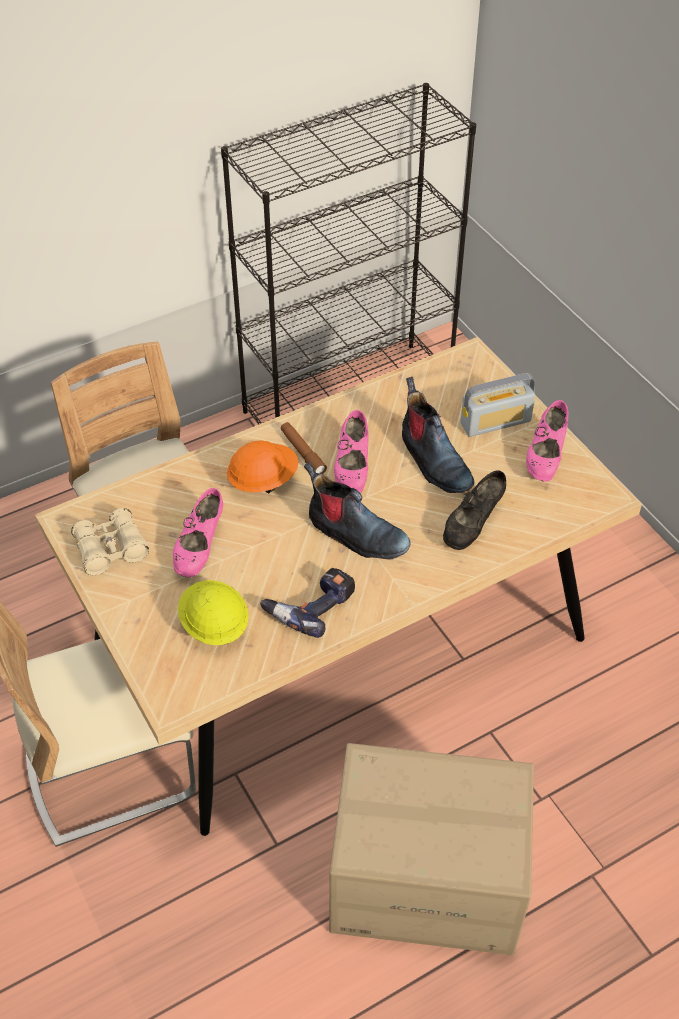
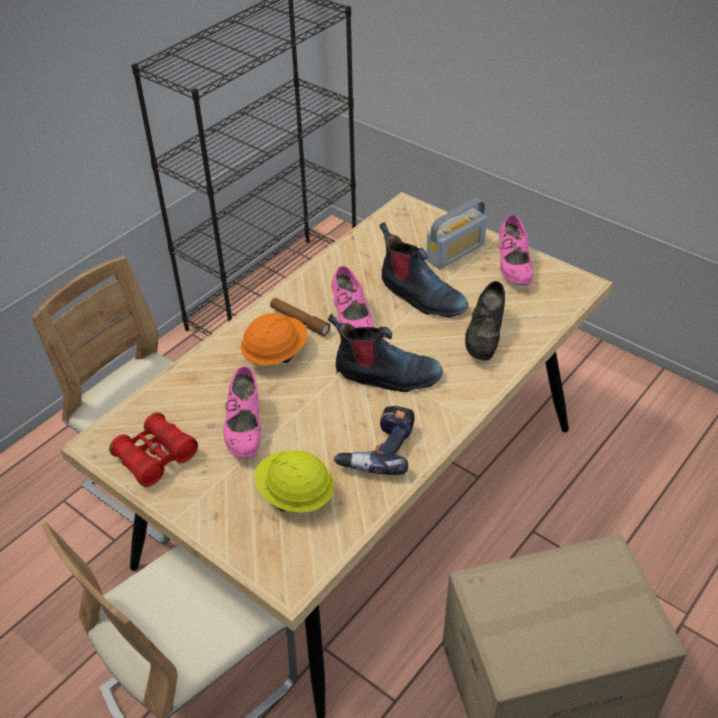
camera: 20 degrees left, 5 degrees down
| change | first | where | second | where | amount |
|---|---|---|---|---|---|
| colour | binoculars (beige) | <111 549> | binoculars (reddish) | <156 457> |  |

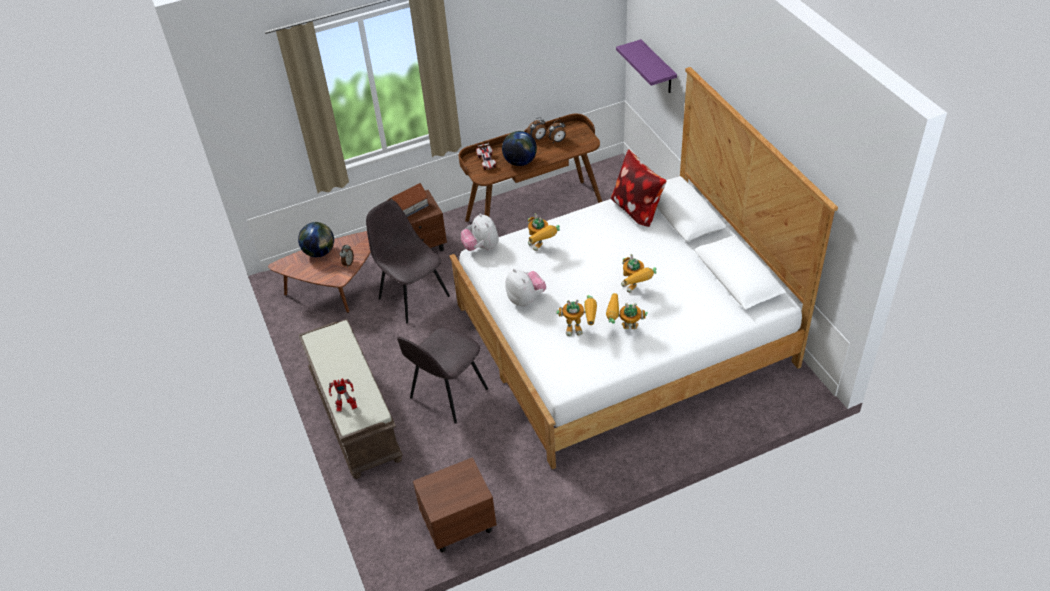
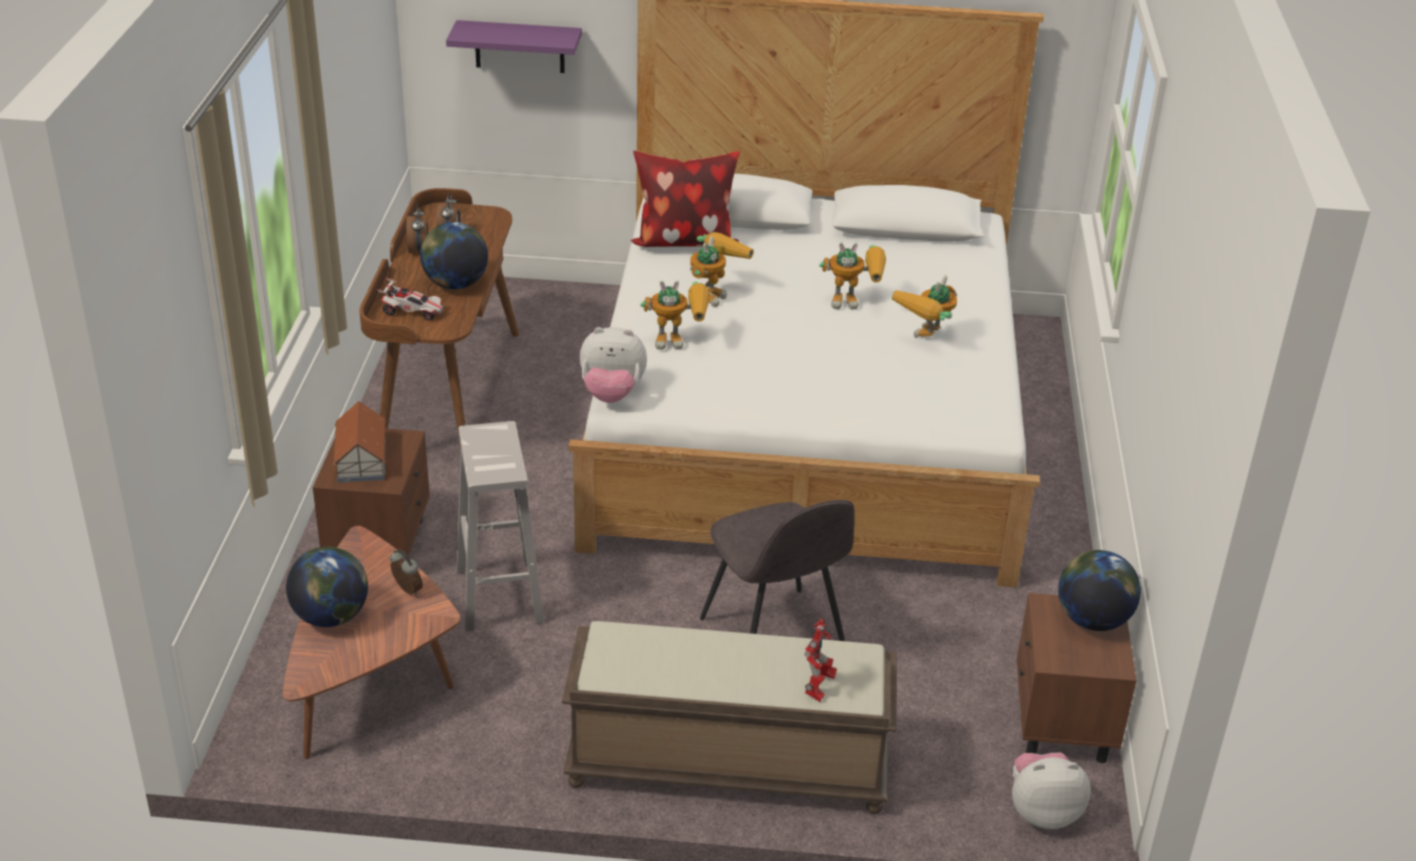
camera: 65 degrees left, 10 degrees down
| change | first | where | second | where | amount |
|---|---|---|---|---|---|
| exchanged | chair (grey) | <413 296> | stool (white) | <498 594> |  |
| relocated | soft toy | <526 299> |  | <1042 812> |  |
| relocated | toy robot | <580 328> |  | <714 293> |  |
| appeared |  |  | desk globe | <1092 620> |  |

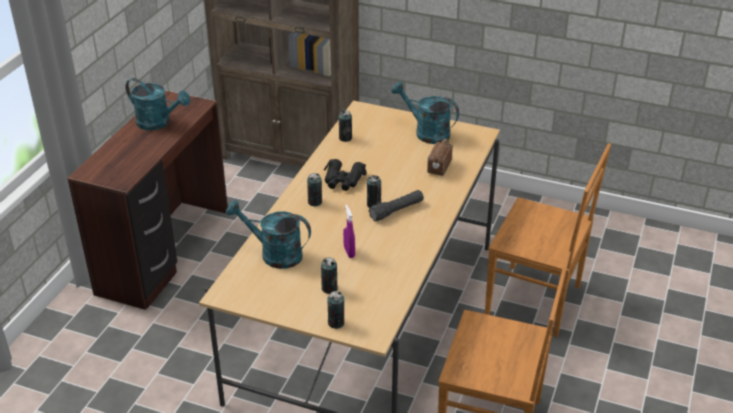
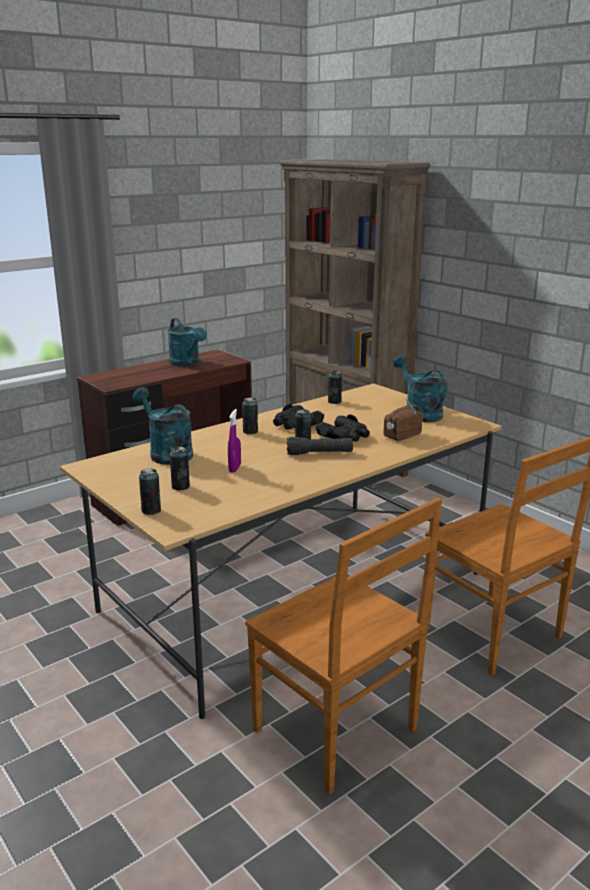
camera: 30 degrees right, 15 degrees down
| change | first | where | second | where | amount |
|---|---|---|---|---|---|
| appeared |  |  | binoculars (black) | <345 436> |  |

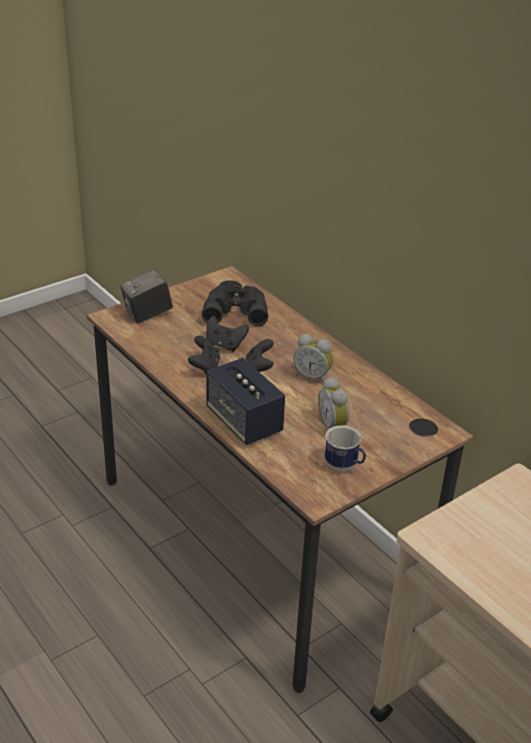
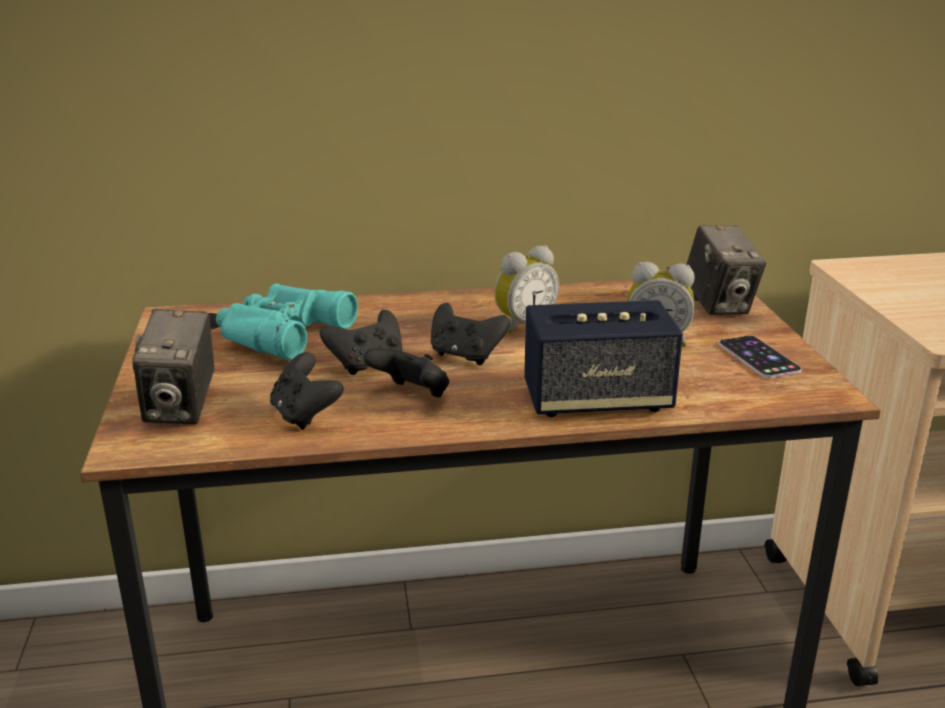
camera: 60 degrees left, 10 degrees down
| change | first | where | second | where | amount |
|---|---|---|---|---|---|
| colour | binoculars (black) | <235 310> | binoculars (blue-green) | <278 332> |  |
| exchanged | mug | <344 467> | telephone | <758 357> |  |
| appeared |  |  | still camera | <719 305> |  |
| appeared |  |  | gamepad (black) | <305 415> |  |

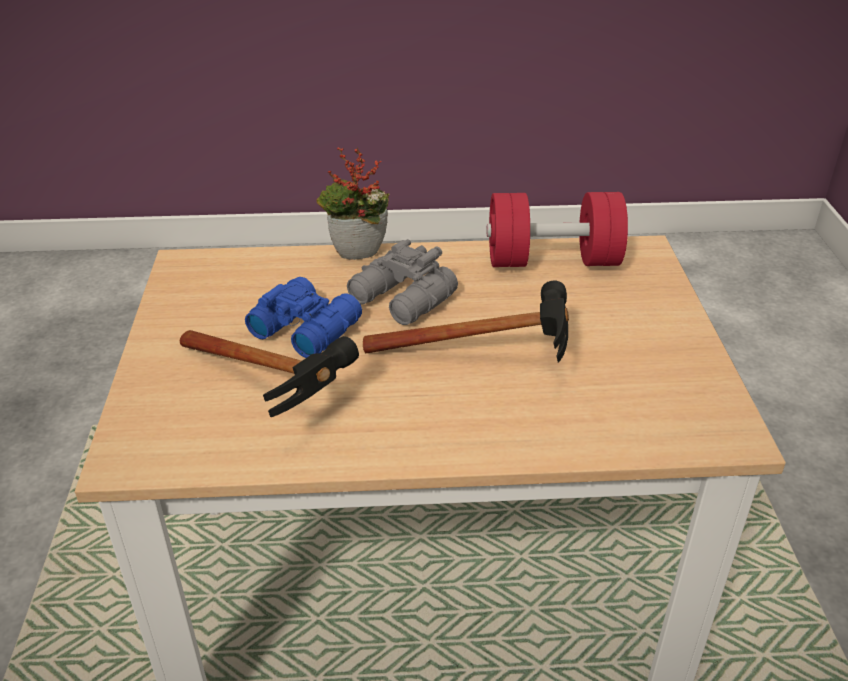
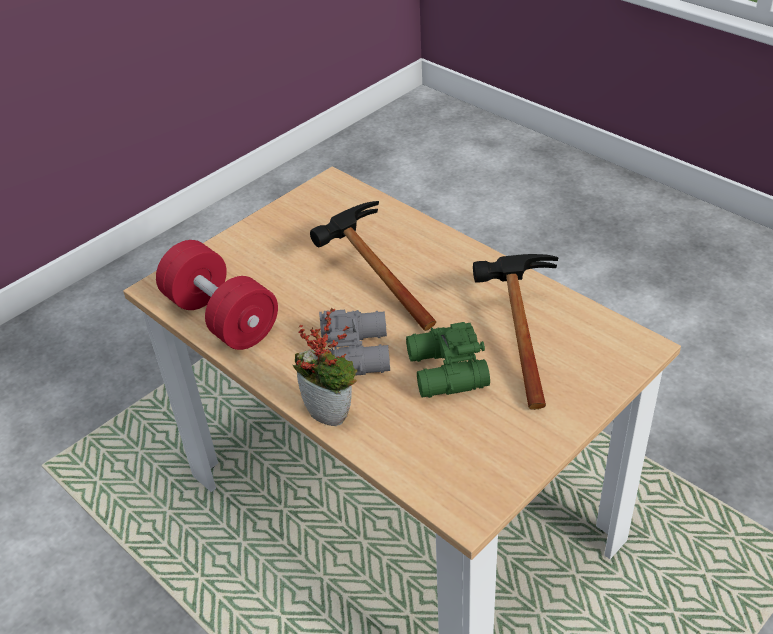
camera: 130 degrees left, 5 degrees up
| change | first | where | second | where | amount |
|---|---|---|---|---|---|
| colour | binoculars (blue) | <305 327> | binoculars (green-coloured) | <445 372> |  |

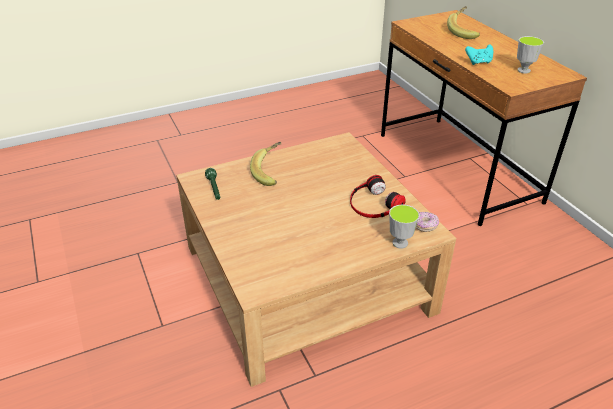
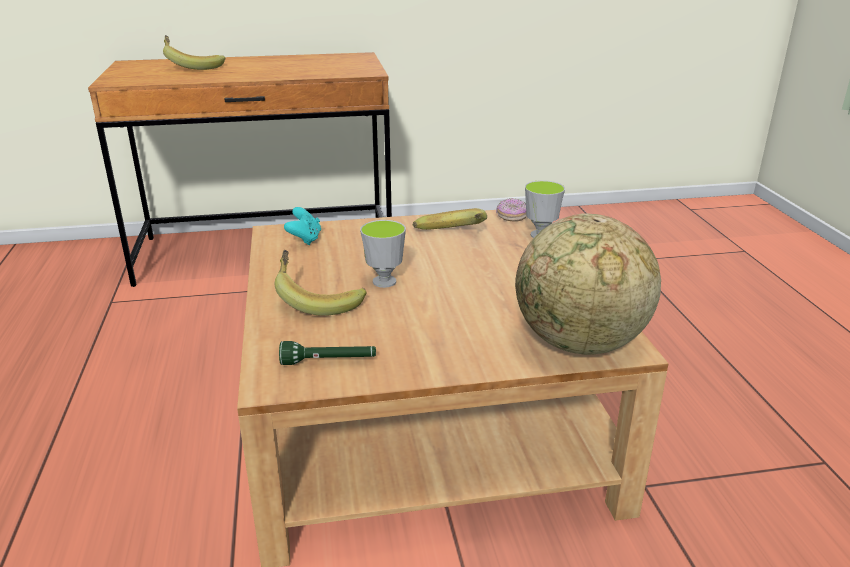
camera: 75 degrees left, 10 degrees down
| change | first | where | second | where | amount |
|---|---|---|---|---|---|
| relocated | cup | <523 70> |  | <384 282> |  |
| relocated | gamepad (blue-green) | <478 62> |  | <305 239> |  |
| exchanged | headset | <373 204> | banana | <451 237> |  |
| appeared |  |  | desk globe | <579 344> |  |

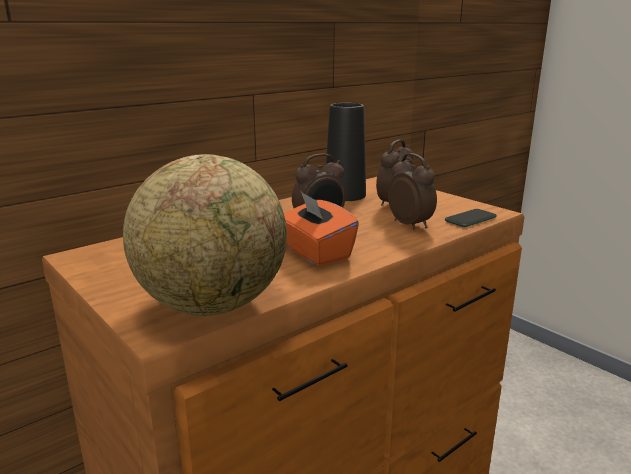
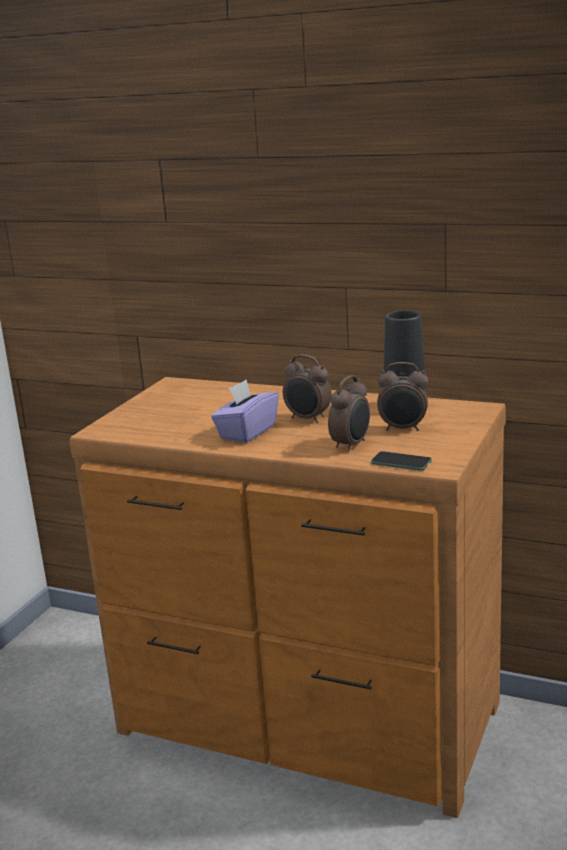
camera: 65 degrees right, 0 degrees up
| change | first | where | second | where | amount |
|---|---|---|---|---|---|
| missing | desk globe | <213 305> |  |  |  |
| colour | tissue box (orangey) | <315 253> | tissue box (purple-coloured) | <247 432> |  |

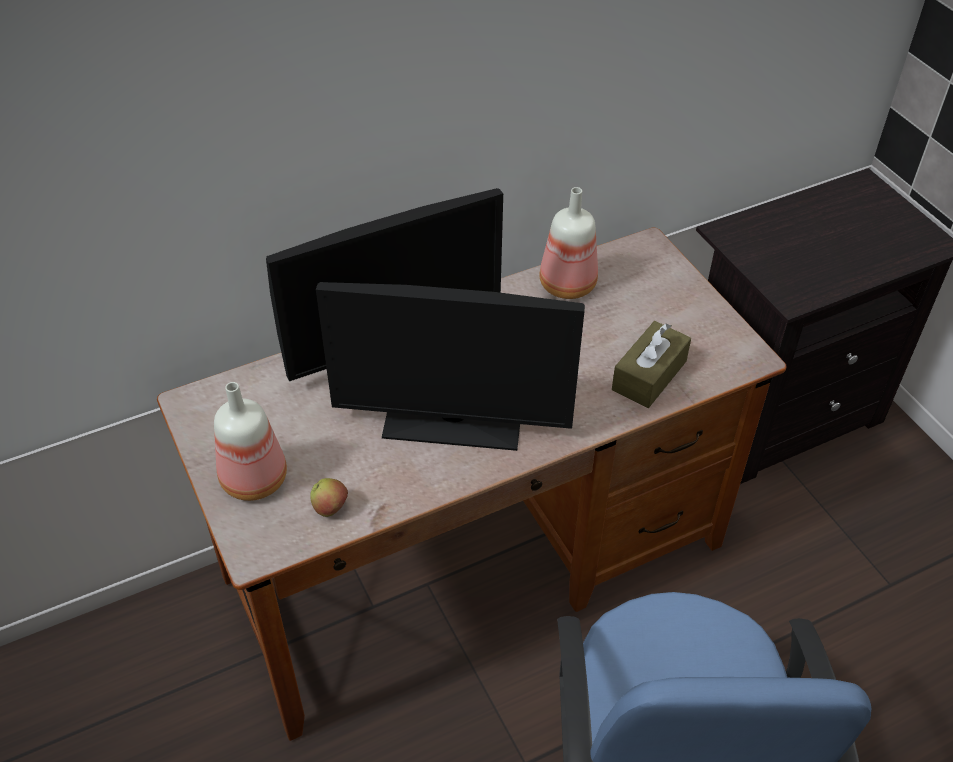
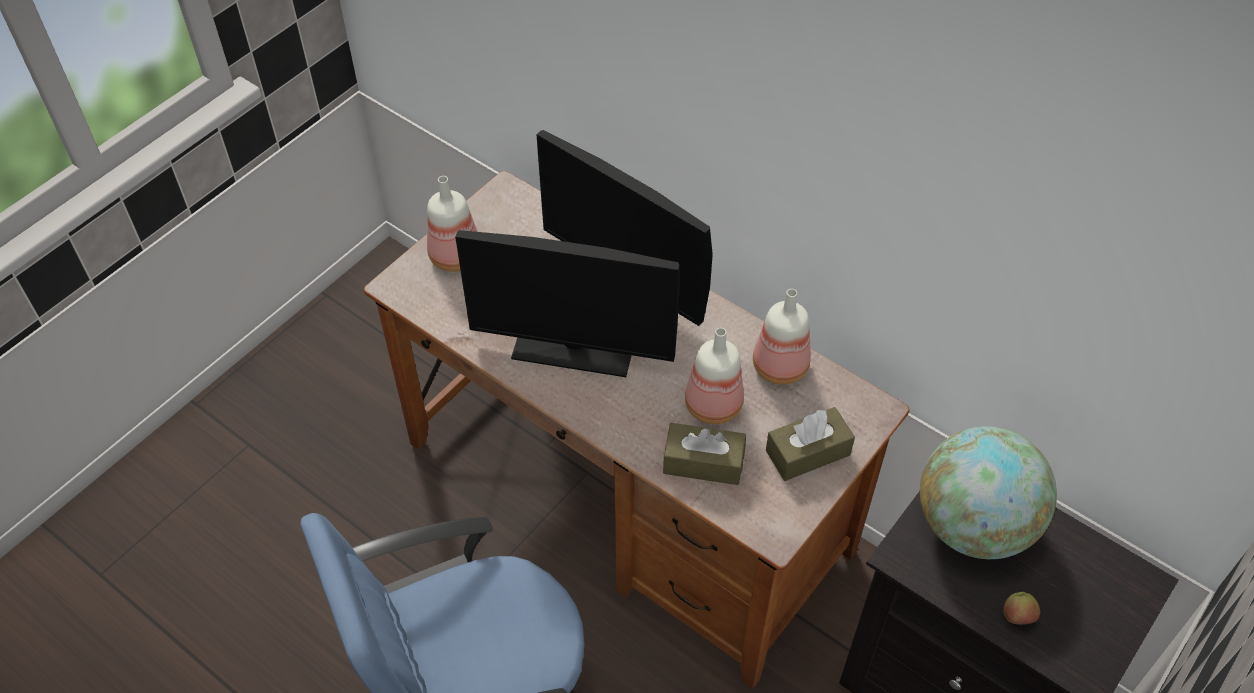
camera: 65 degrees right, 5 degrees up
| change | first | where | second | where | amount |
|---|---|---|---|---|---|
| spun | computer display | <453 421> |  | <574 347> | 60 degrees counterclockwise |
| relocated | whole apple | <330 508> |  | <1017 617> |  |
| appeared |  |  | bottle | <712 406> |  |
| appeared |  |  | tissue box (brownish) | <808 452> |  |
| appeared |  |  | desk globe | <973 525> |  |

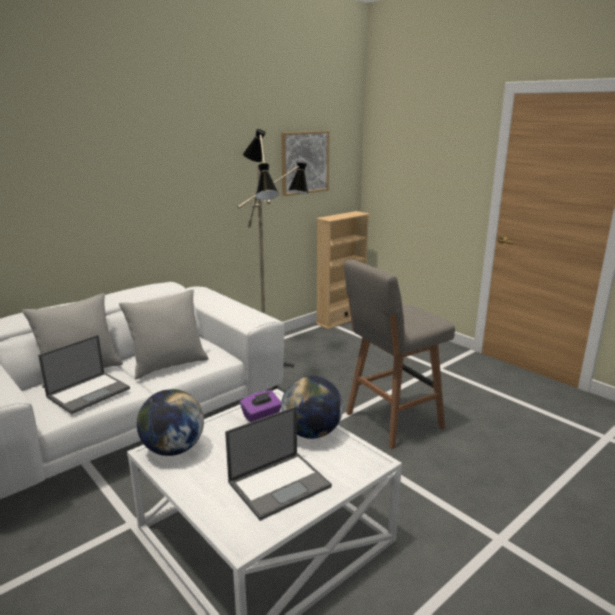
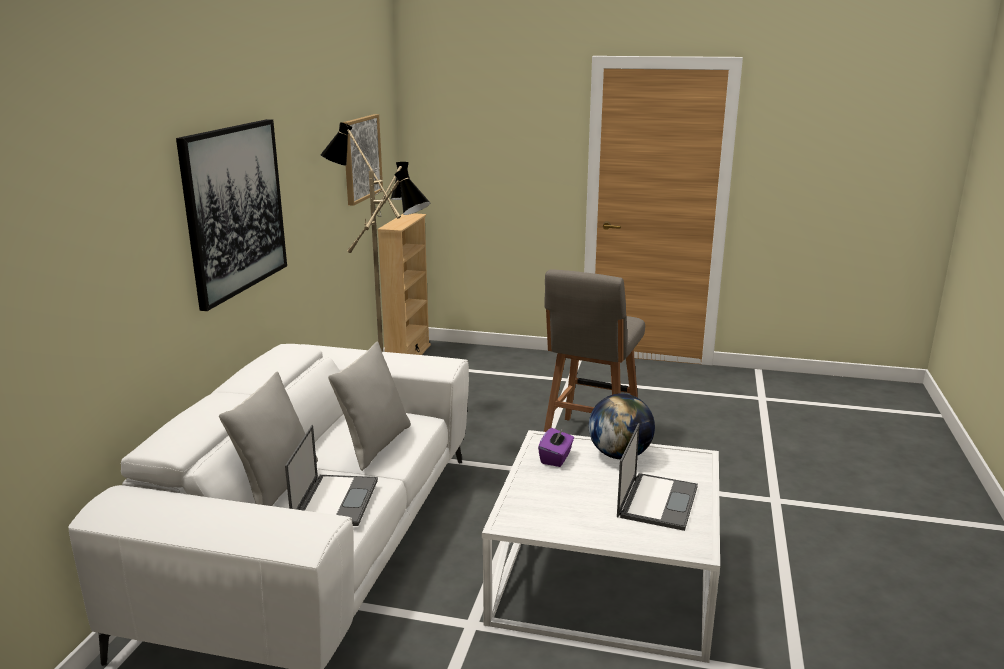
camera: 35 degrees left, 0 degrees up
| change | first | where | second | where | amount |
|---|---|---|---|---|---|
| missing | desk globe | <173 449> |  |  |  |
| appeared |  |  | picture | <234 209> |  |

